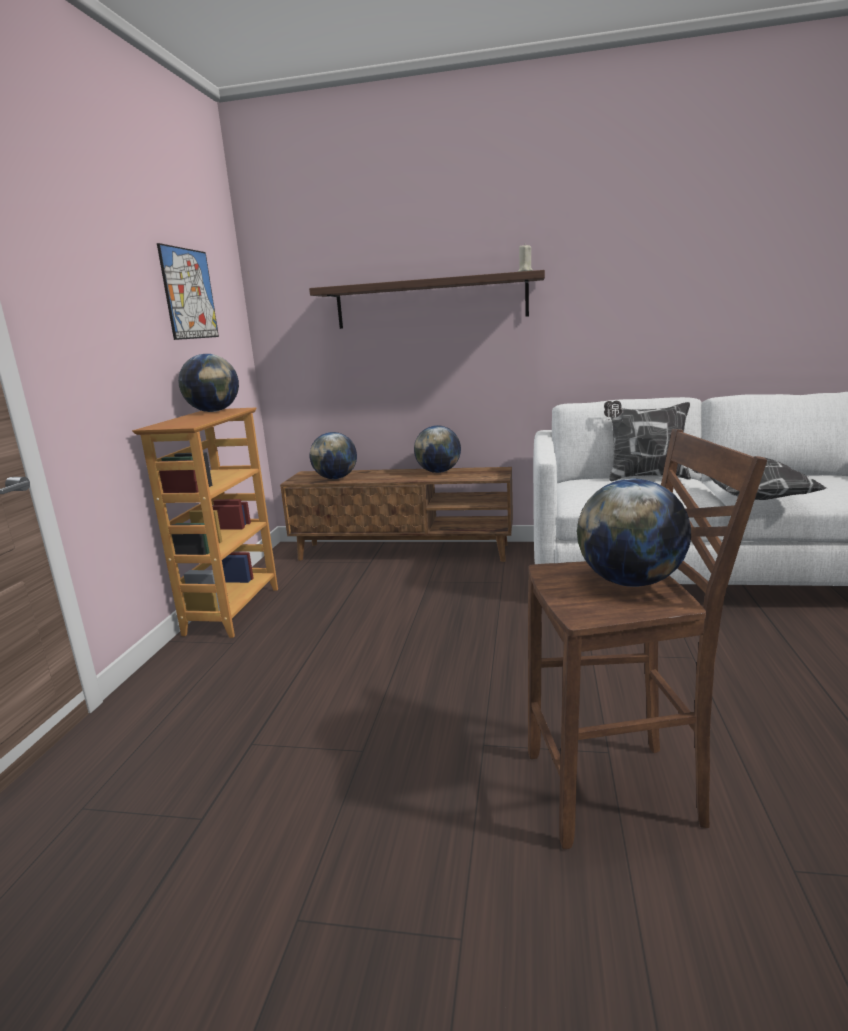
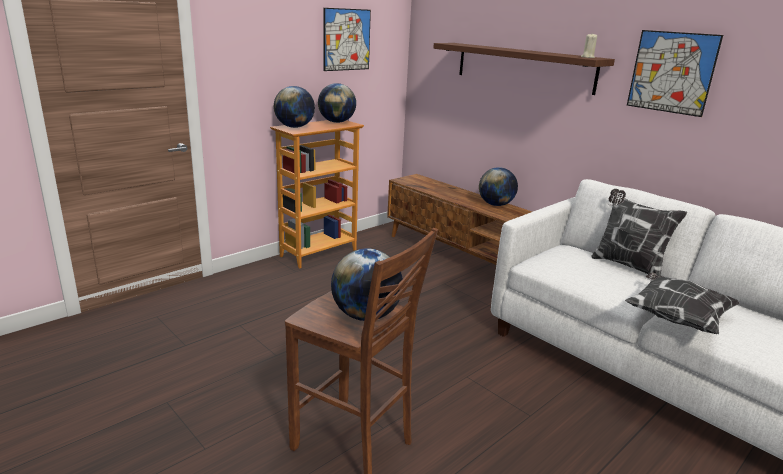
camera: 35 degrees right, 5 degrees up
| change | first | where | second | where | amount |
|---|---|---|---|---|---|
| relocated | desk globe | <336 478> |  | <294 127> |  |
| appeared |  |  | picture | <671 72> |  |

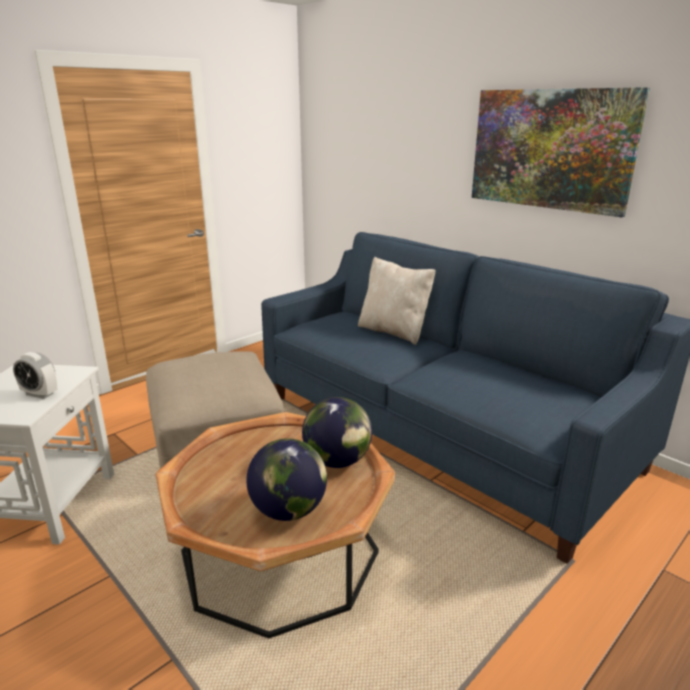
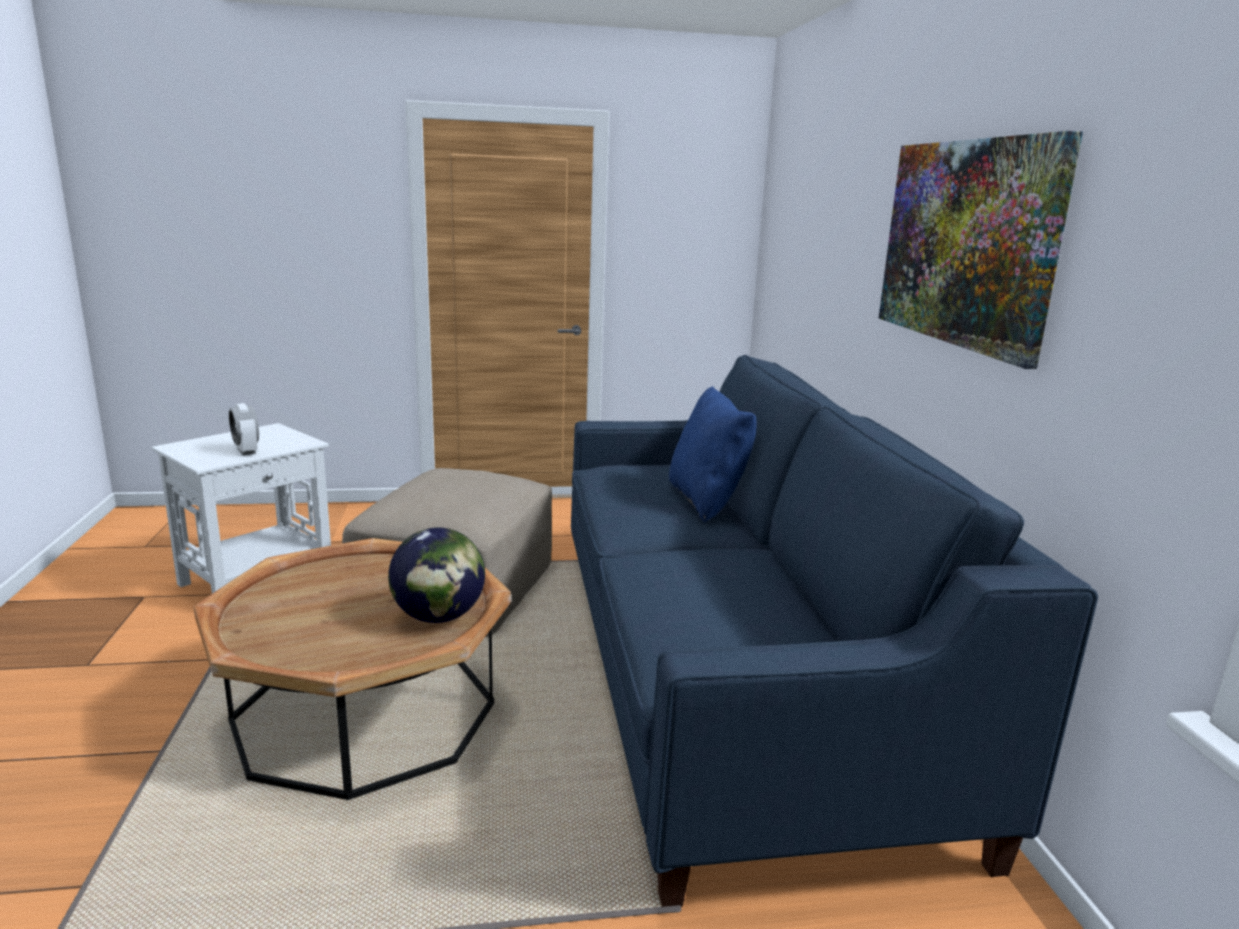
camera: 35 degrees right, 5 degrees down
| change | first | where | second | where | amount |
|---|---|---|---|---|---|
| colour | cushion (beige) | <394 332> | cushion (blue) | <707 501> |  |
| missing | desk globe | <289 510> |  |  |  |

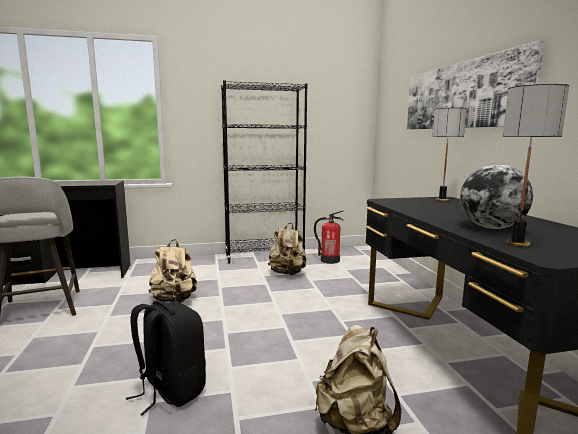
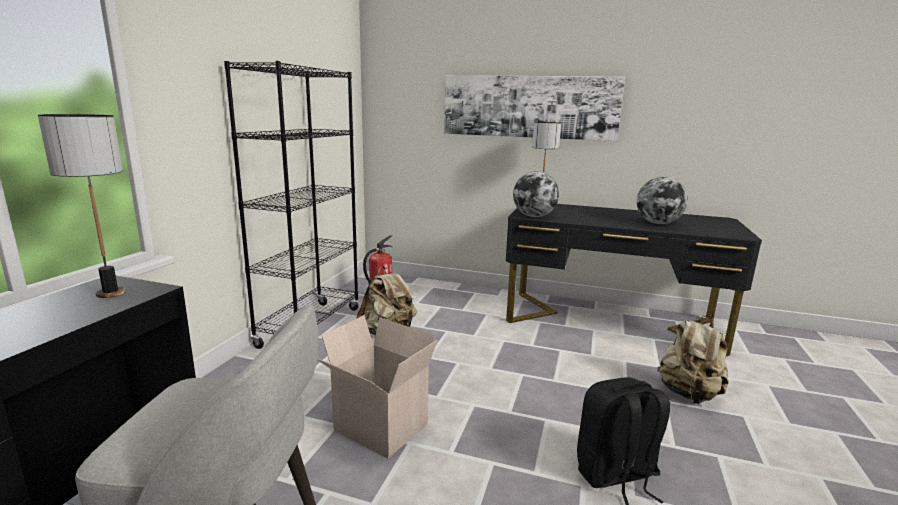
camera: 60 degrees left, 5 degrees up
| change | first | where | second | where | amount |
|---|---|---|---|---|---|
| relocated | lamp for a table | <516 243> |  | <110 293> |  |
| exchanged | knapsack (beige) | <174 300> | packing box | <378 428> |  |
| appeared |  |  | desk globe | <533 216> |  |

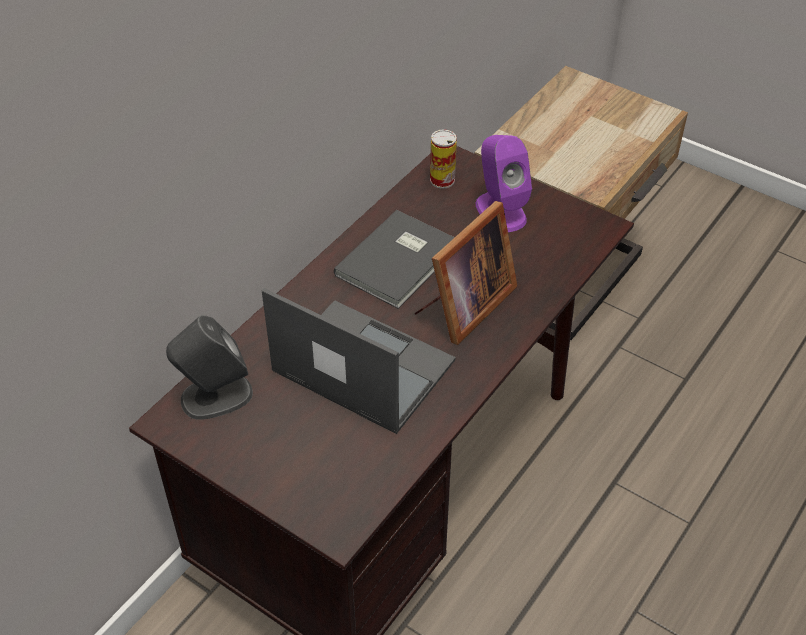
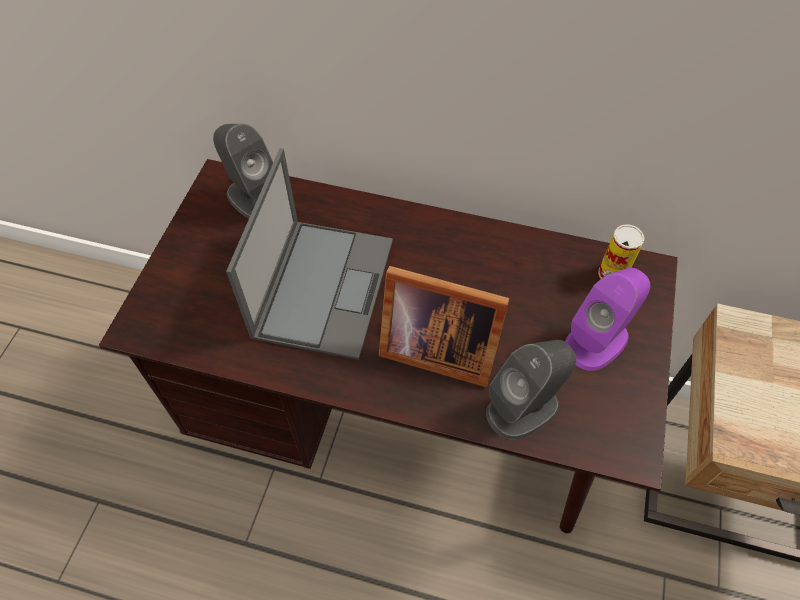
camera: 70 degrees right, 10 degrees up
| change | first | where | second | where | amount |
|---|---|---|---|---|---|
| missing | volume (grey) | <400 261> |  |  |  |
| appeared |  |  | audio speaker (grey) | <523 408> |  |

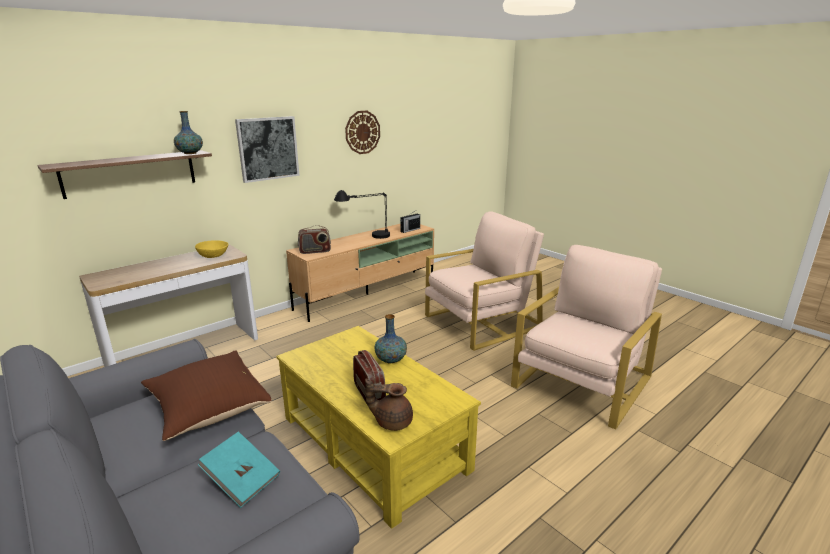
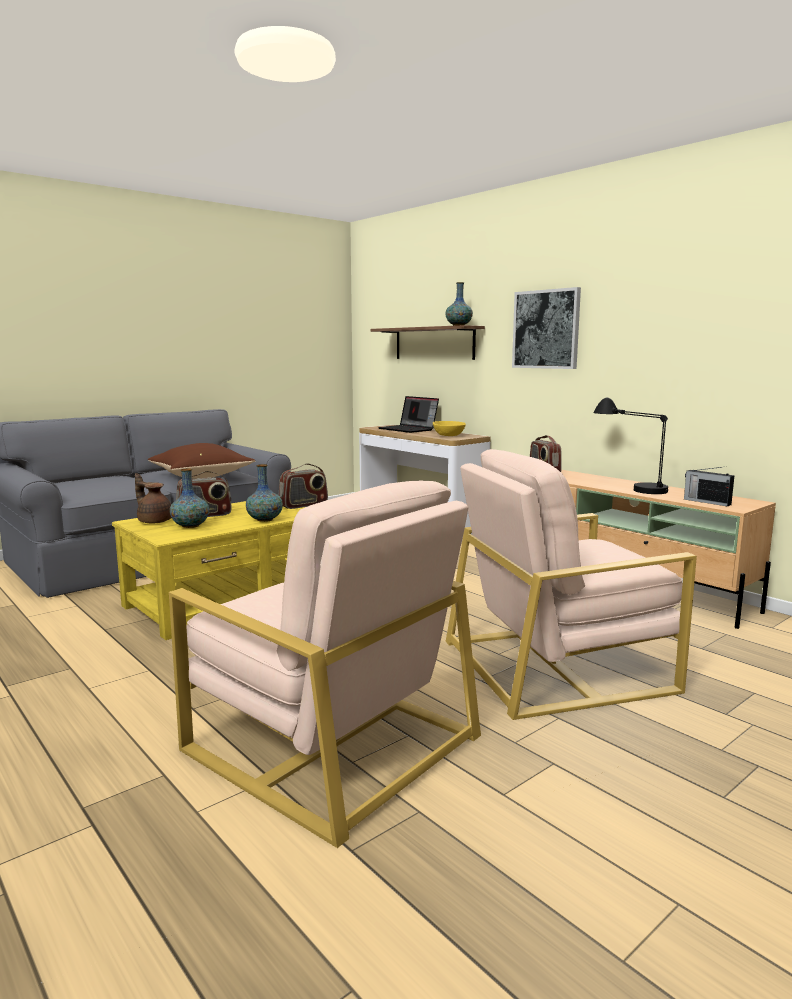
camera: 90 degrees right, 10 degrees down
| change | first | where | second | where | amount |
|---|---|---|---|---|---|
| missing | wall clock | <362 132> |  |  |  |
| spun | easy chair (beige) | <481 322> |  | <558 664> | 105 degrees clockwise |
| spun | teapot (brownish) | <392 421> |  | <154 521> | 60 degrees counterclockwise |
| missing | volume (blue-green) | <242 480> |  |  |  |
| appeared |  |  | portable computer | <409 429> |  |
| appeared |  |  | radio receiver | <303 505> |  |
| appeared |  |  | decorative vase | <190 526> |  |

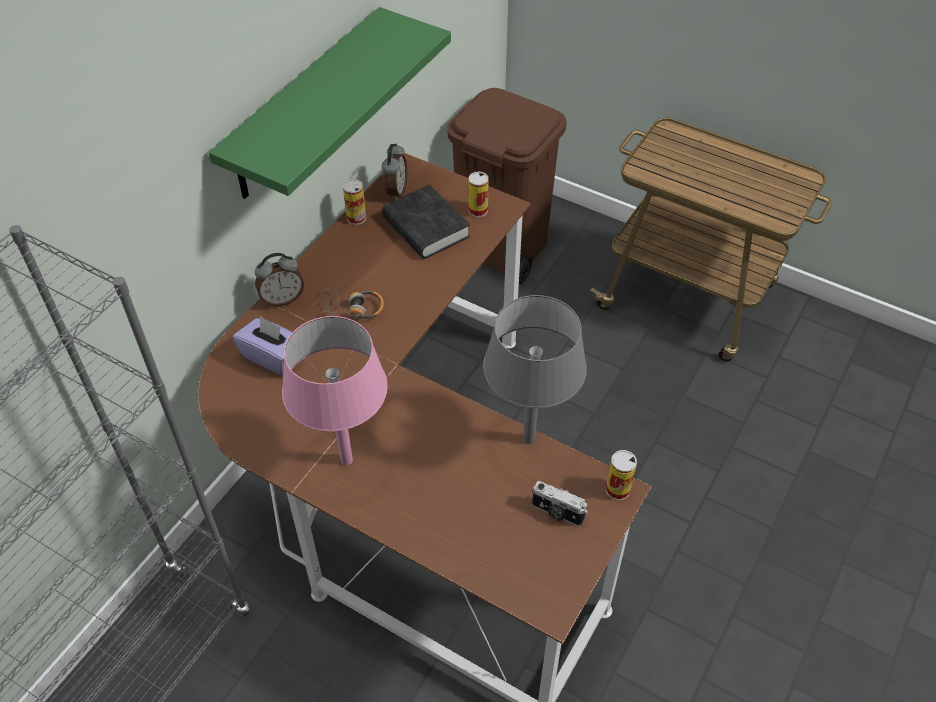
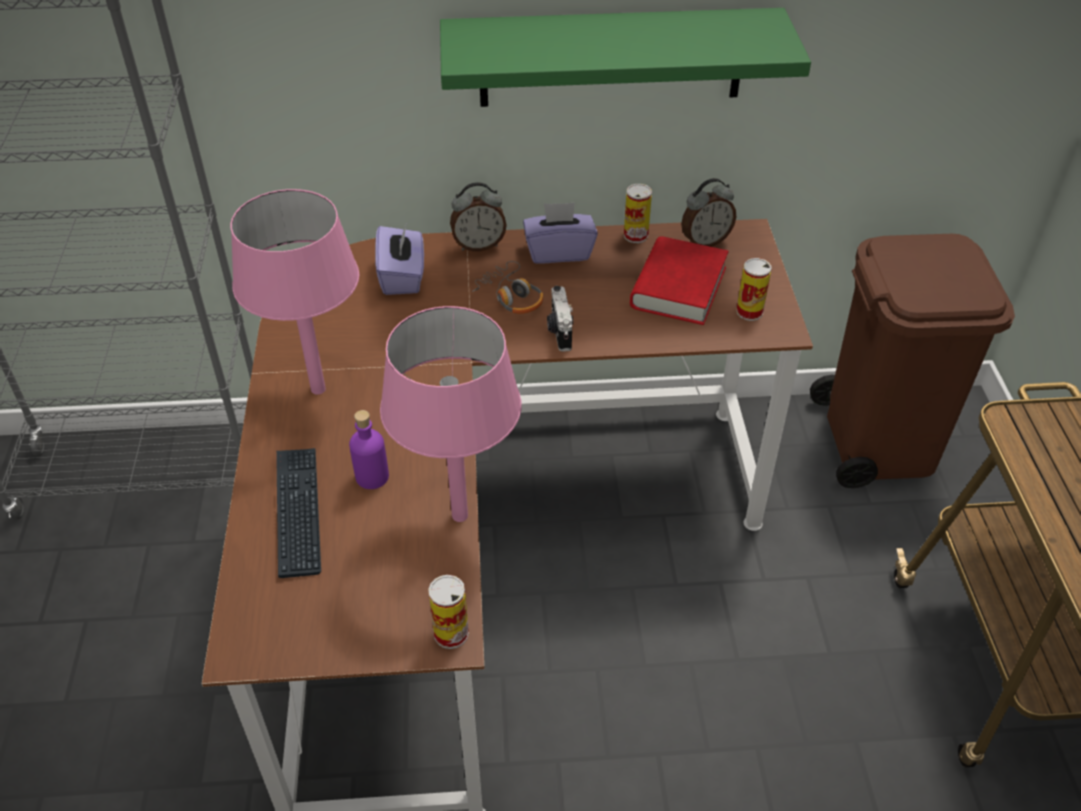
camera: 55 degrees right, 5 degrees down
| change | first | where | second | where | amount |
|---|---|---|---|---|---|
| colour | volume (black) | <426 228> | volume (reddish) | <678 287> |  |
| spun | alarm clock | <282 299> |  | <479 245> | 45 degrees counterclockwise |
| colour | lamp for a table (grey) | <529 439> | lamp for a table (pink) | <459 516> |  |
| relocated | still camera | <557 513> |  | <559 331> |  |
| appeared |  |  | tissue box (purple-coloured) | <559 252> |  |
| appeared |  |  | bottle (purple-coloured) | <372 477> |  |
| appeared |  |  | computer keyboard | <298 512> |  |

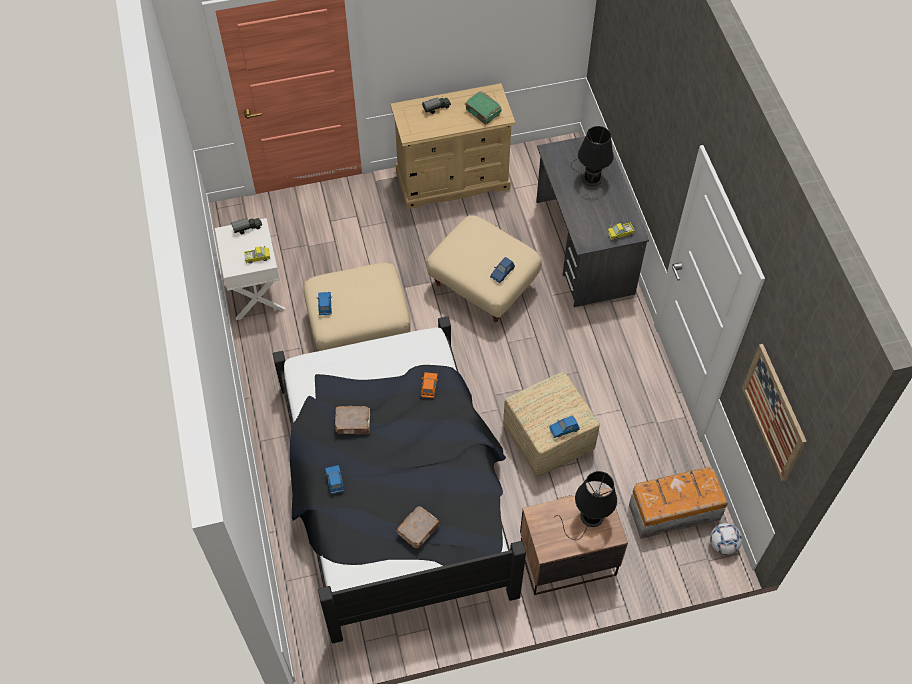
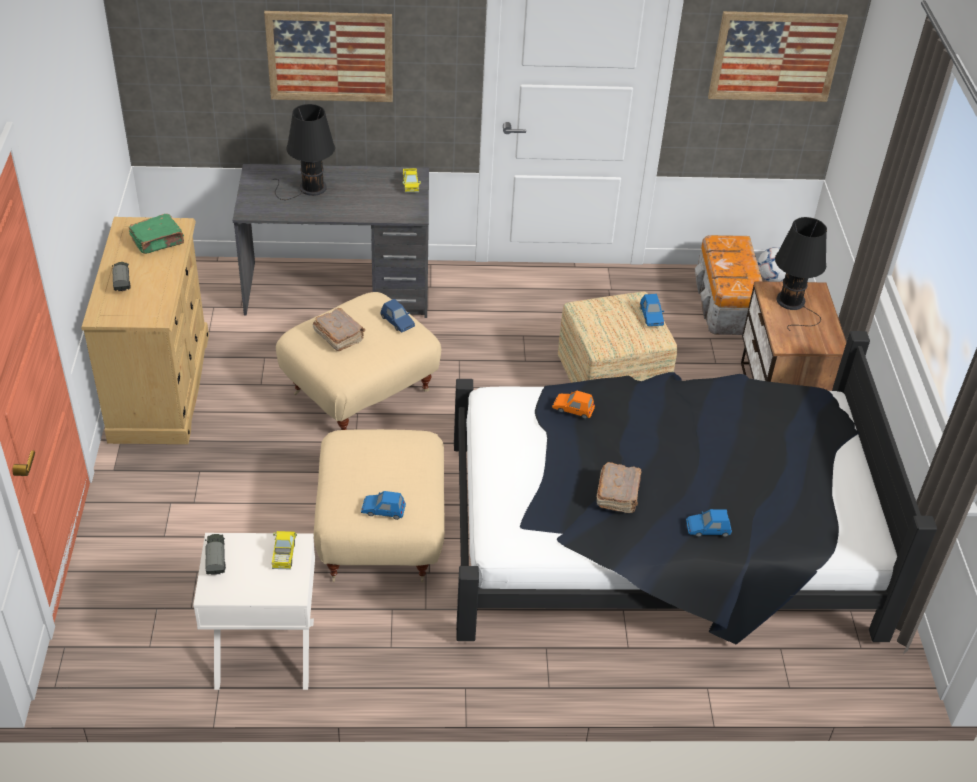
camera: 80 degrees left, 15 degrees down
| change | first | where | second | where | amount |
|---|---|---|---|---|---|
| relocated | volume (brownish) | <419 530> |  | <338 336> |  |
| appeared |  |  | picture | <330 56> |  |

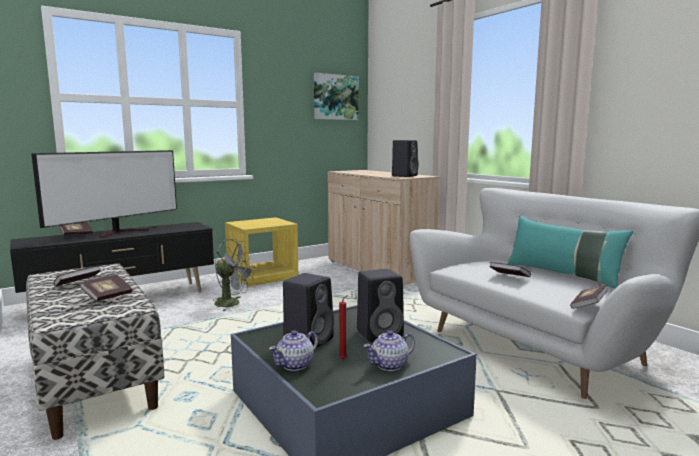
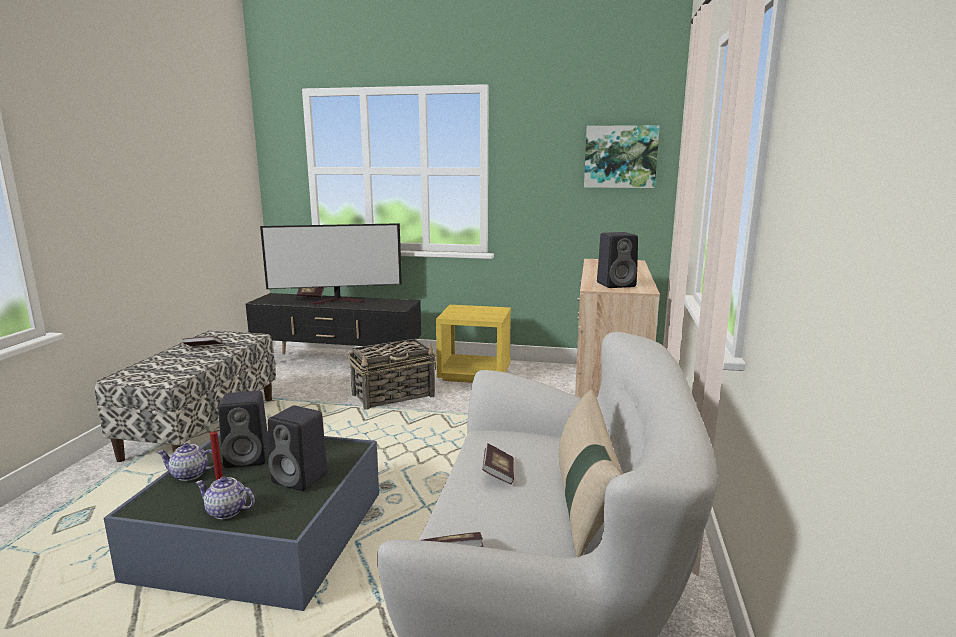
camera: 45 degrees right, 5 degrees up
| change | first | where | second | where | amount |
|---|---|---|---|---|---|
| colour | cushion (blue-green) | <563 275> | cushion (beige) | <584 502> |  |
| exchanged | cooling fan (grey) | <233 303> | household basket | <394 395> |  |
| missing | volume | <107 296> |  |  |  |

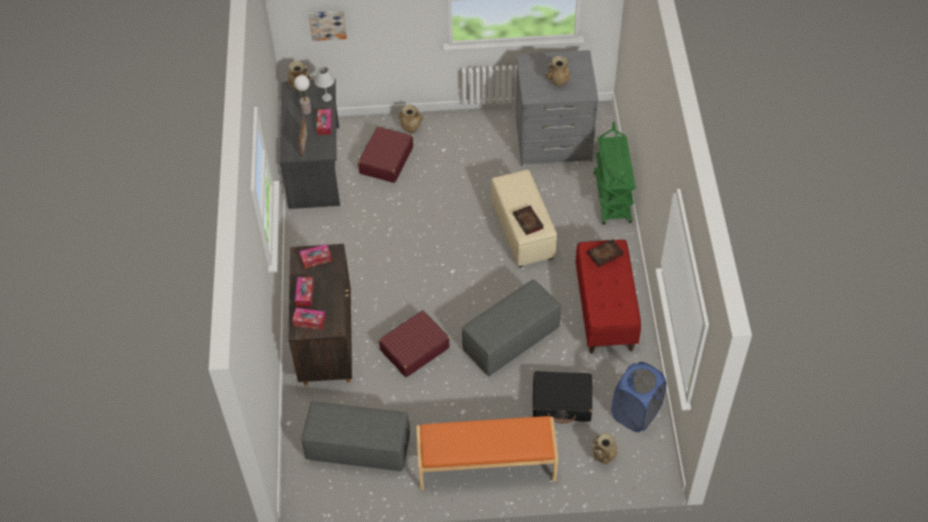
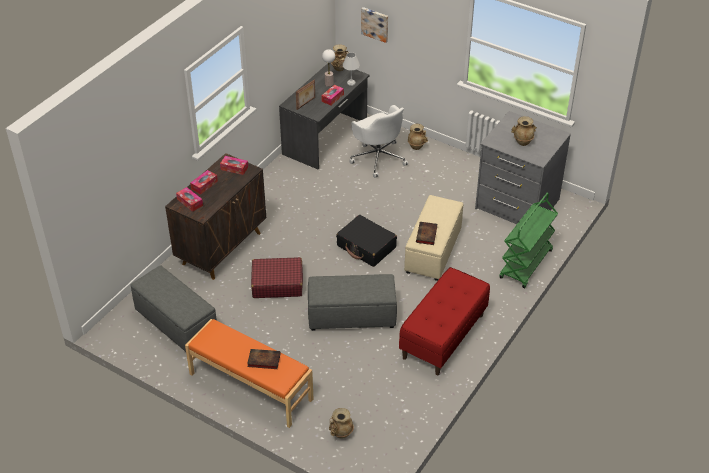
camera: 35 degrees right, 10 degrees down
| change | first | where | second | where | amount |
|---|---|---|---|---|---|
| exchanged | suitcase (reddish) | <386 160> | computer chair (white) | <378 158> |  |
| relocated | volume | <605 255> |  | <263 360> |  |
| missing | laundry basket (blue) | <636 413> |  |  |  |
| relocated | suitcase (black) | <562 402> |  | <366 247> |  |

